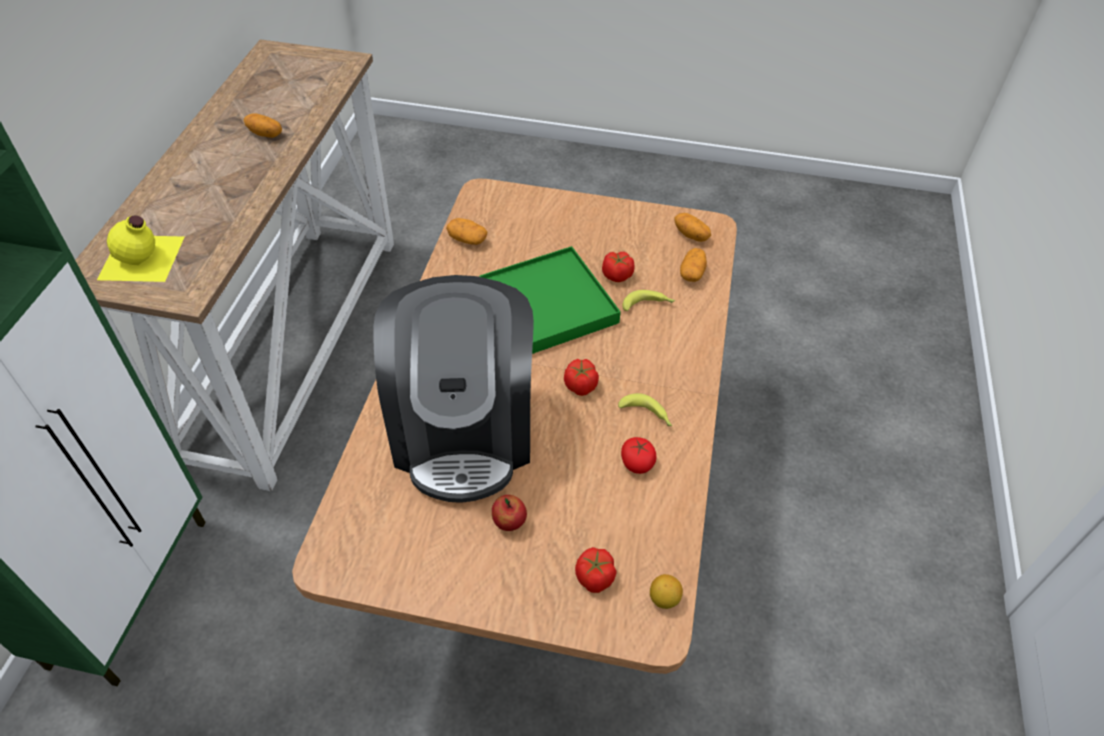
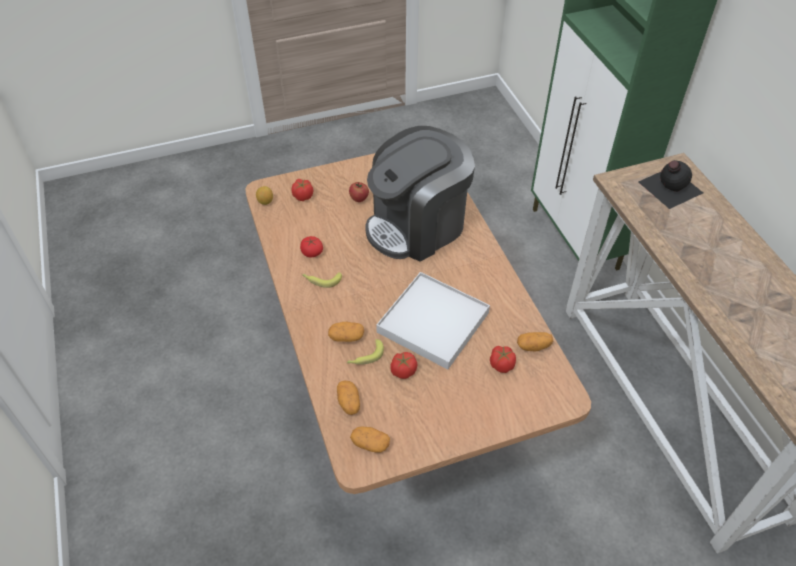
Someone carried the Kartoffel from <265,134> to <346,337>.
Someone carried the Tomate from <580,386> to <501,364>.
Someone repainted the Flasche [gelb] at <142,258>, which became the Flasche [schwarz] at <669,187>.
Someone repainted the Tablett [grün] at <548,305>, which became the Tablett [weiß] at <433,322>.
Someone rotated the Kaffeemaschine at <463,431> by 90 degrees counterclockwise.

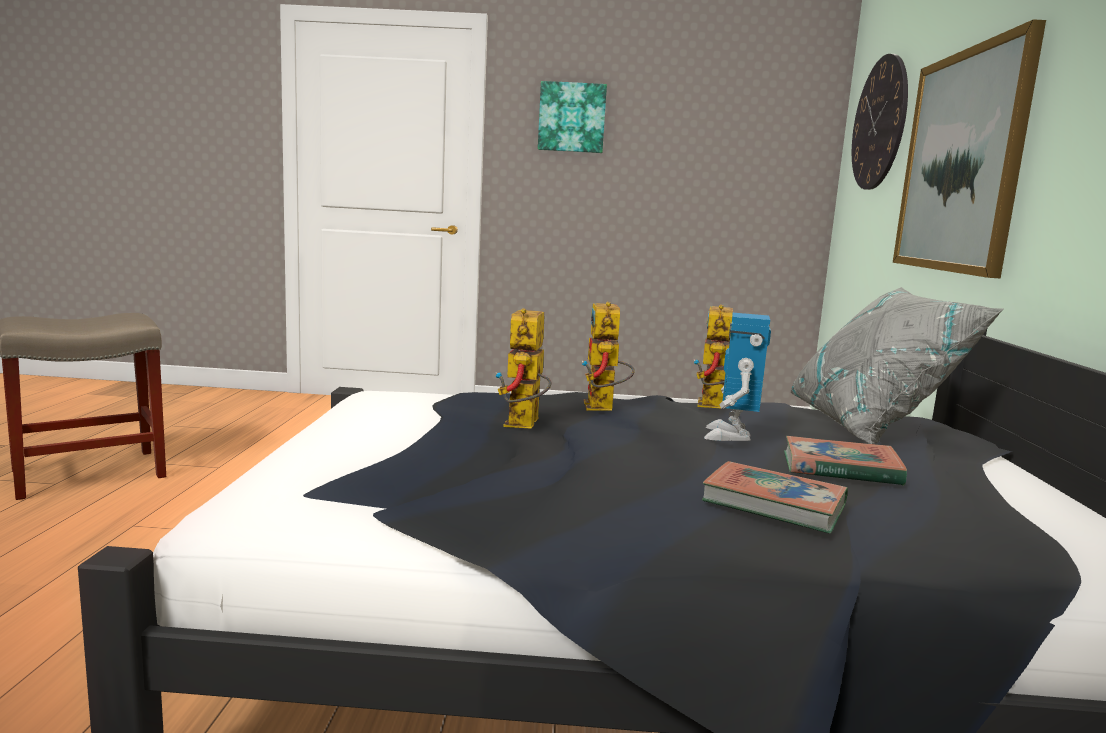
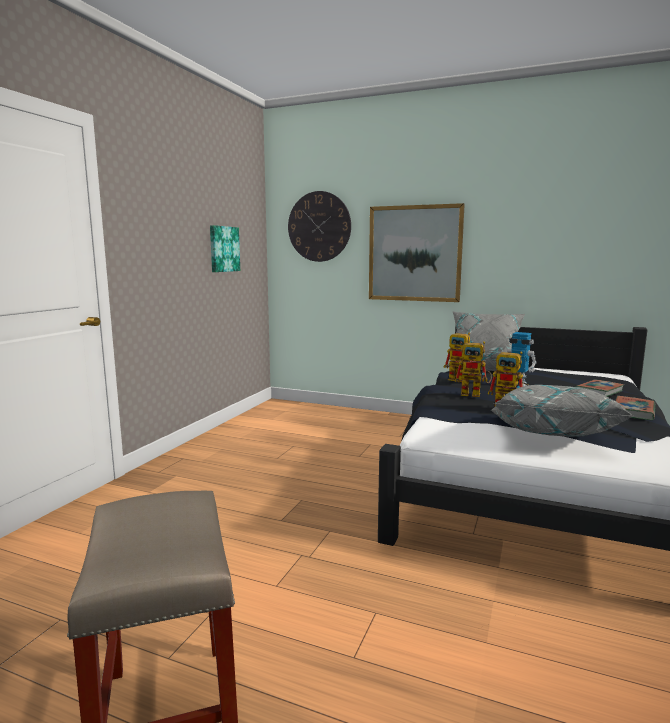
Someone put down the Kissen [grau] at <549,436>.
Someone carried the Bild from <572,117> to <223,249>.
Someone carried the Buch from <840,468> to <634,412>.

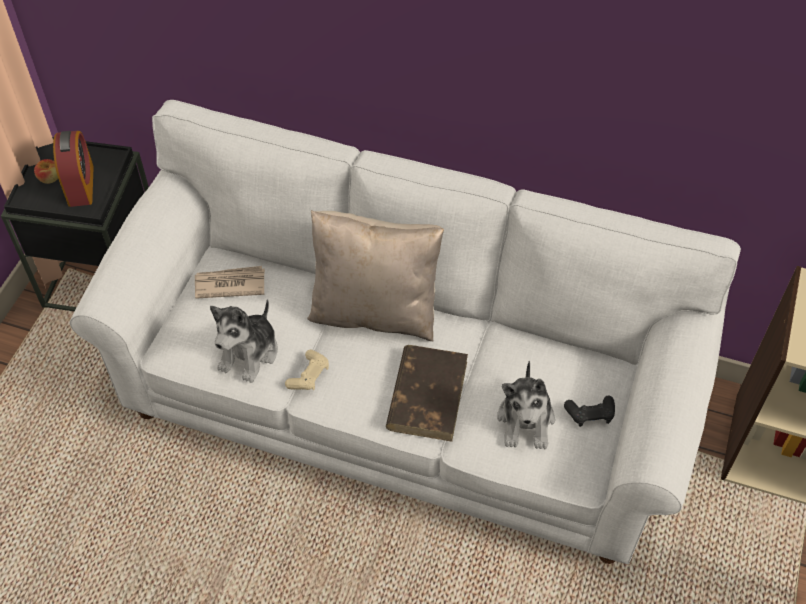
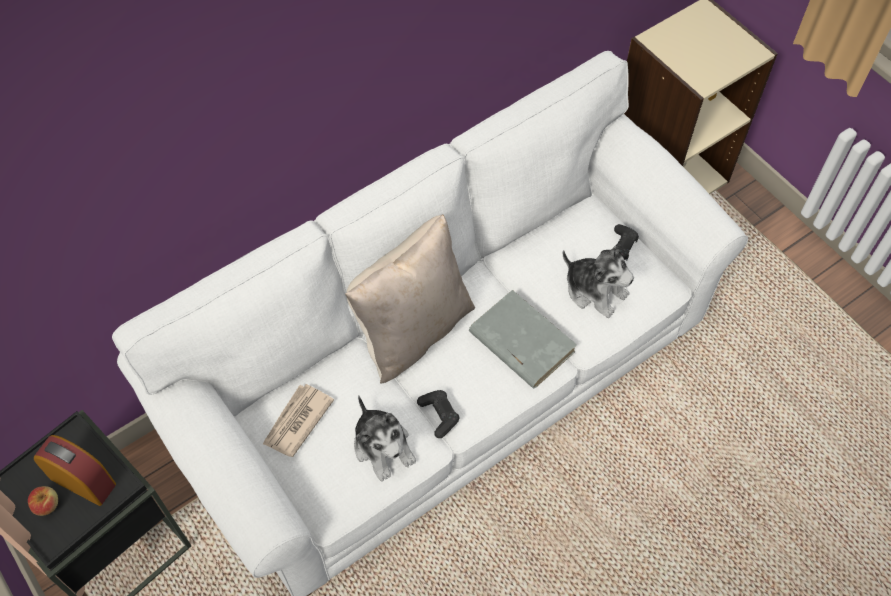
Someone repainted the Gamepad [beige] at <309,375>, which became the Gamepad [schwarz] at <439,415>.
Someone repainted the Buch [braun] at <427,394>, which became the Buch [grau] at <521,341>.

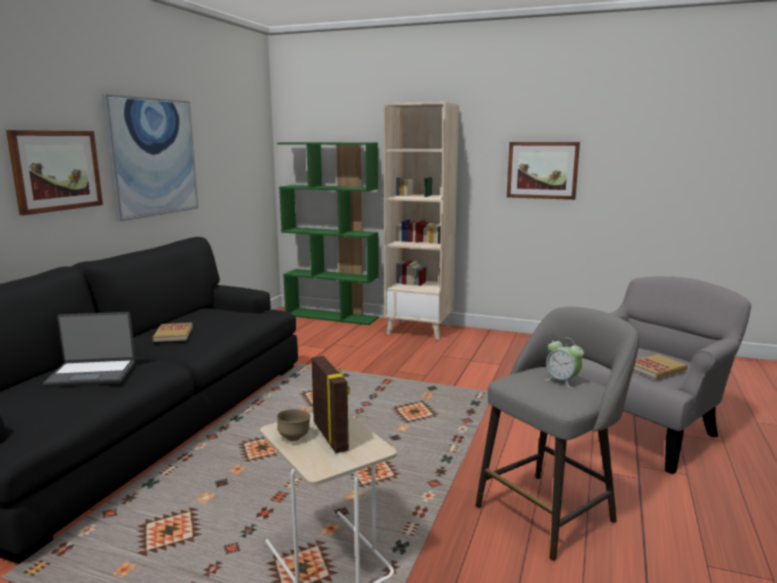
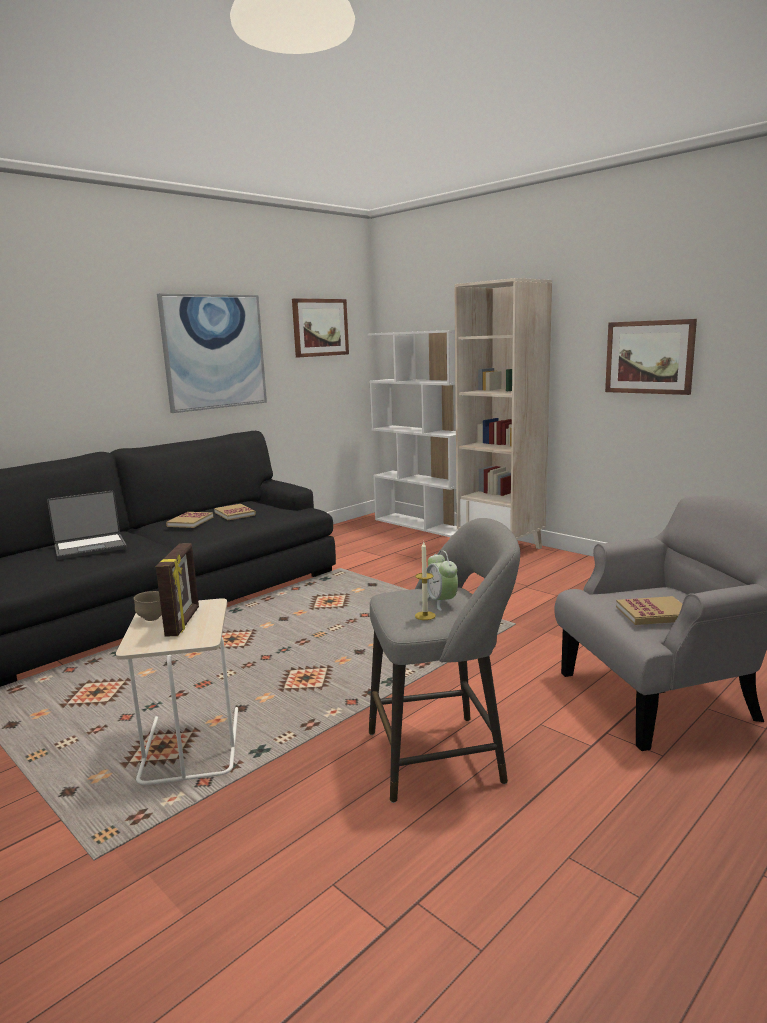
Someone put down the Buch at <235,514>.
Someone put down the Kerze at <425,616>.
Someone carried the Bild from <56,170> to <320,327>.
Someone repainted the Bücherregal [grün] at <332,316>, which became the Bücherregal [weiß] at <421,525>.
Someone rotated the Laptop at <92,374> by 45 degrees counterclockwise.

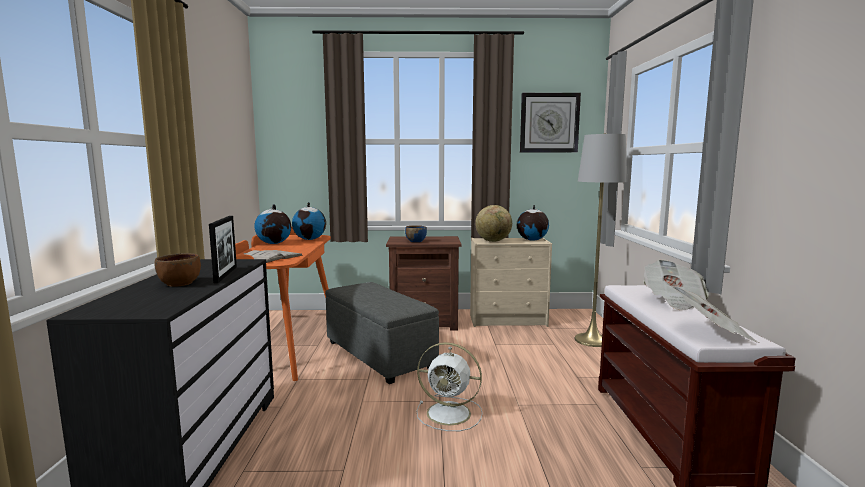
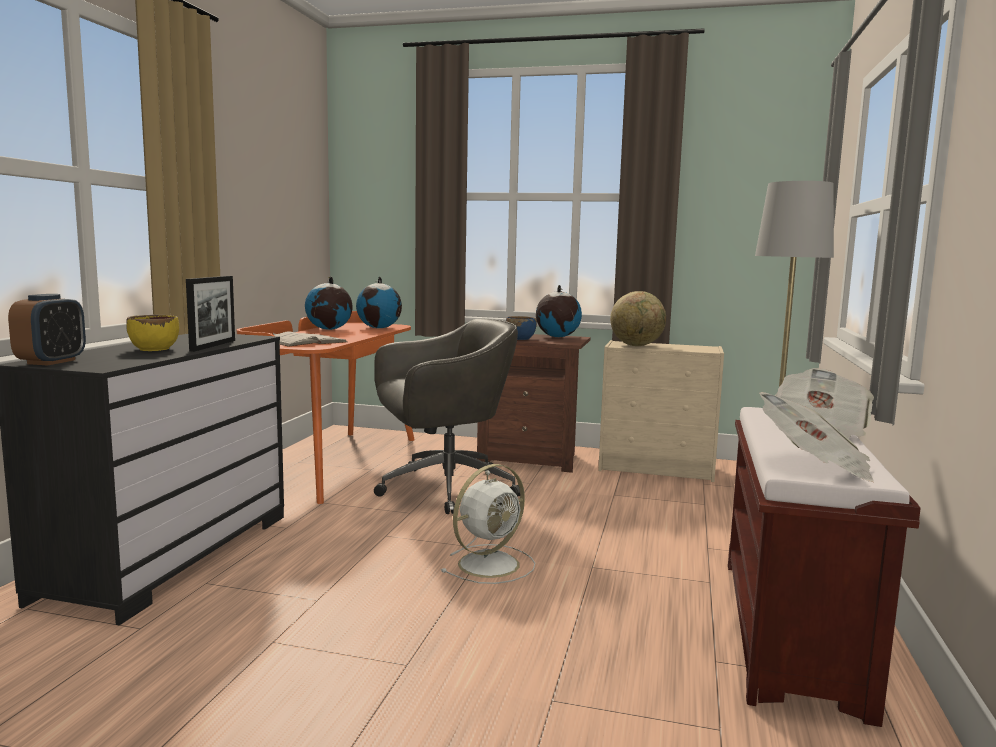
Someone took away the Wanduhr at <549,123>.
Someone put down the Wecker at <51,362>.
Someone carried the Globus from <532,240> to <557,337>.
Someone swapped the Polsterhocker [grau] at <379,355> for the Bürostuhl [grau] at <443,489>.
Someone repainted the Schüssel [braun] at <180,283>, which became the Schüssel [gelb] at <154,349>.
Someone rotated the Ventilator [weiß] at <450,413> by 75 degrees counterclockwise.

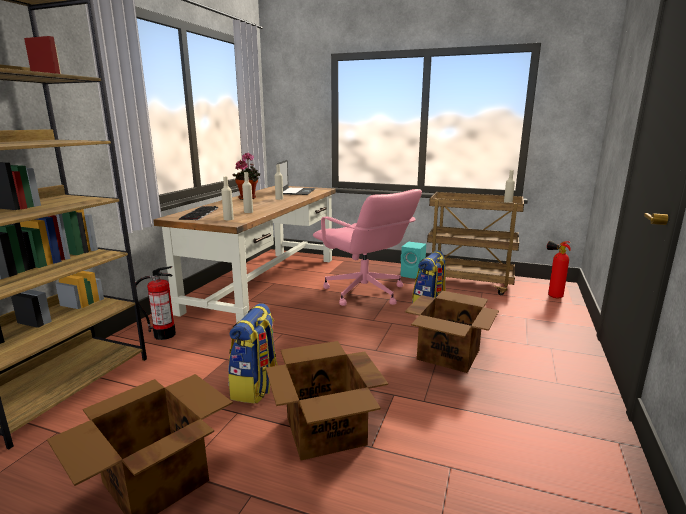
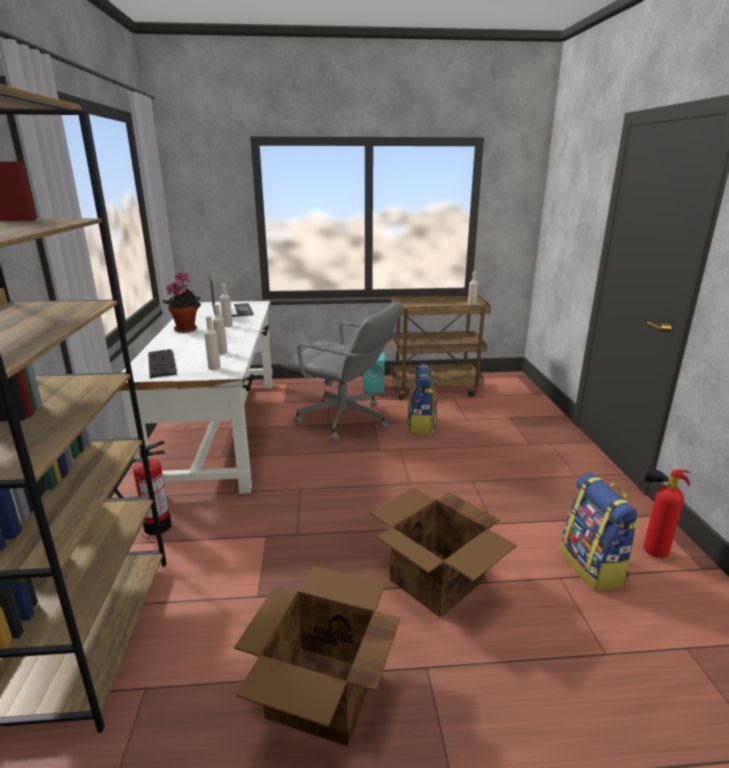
Someone took away the Karton at <449,354>.
Someone carried the Rucksack from <256,387> to <593,567>.
Someone carried the Feuerlöscher from <552,296> to <648,550>.
Someone repainted the Schreibtisch [braun] at <265,283>, which became the Schreibtisch [weiß] at <220,429>.
Someone repainted the Bürostuhl [rosa] at <364,293>, which became the Bürostuhl [grau] at <344,420>.

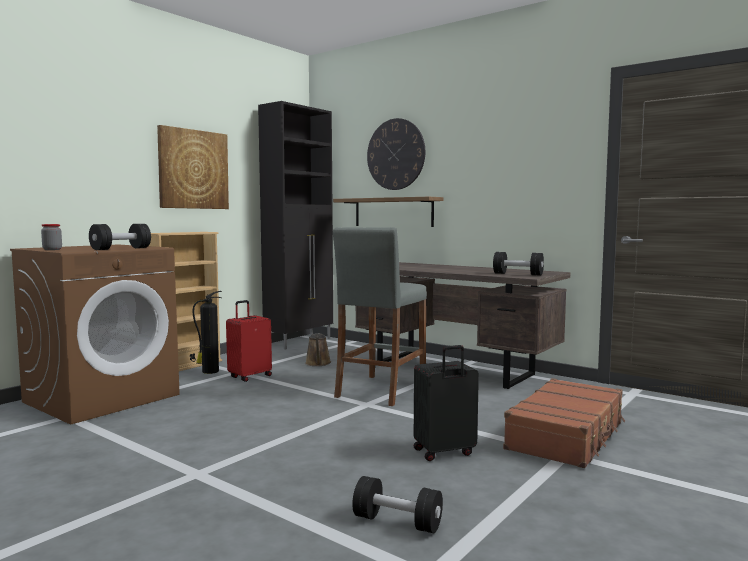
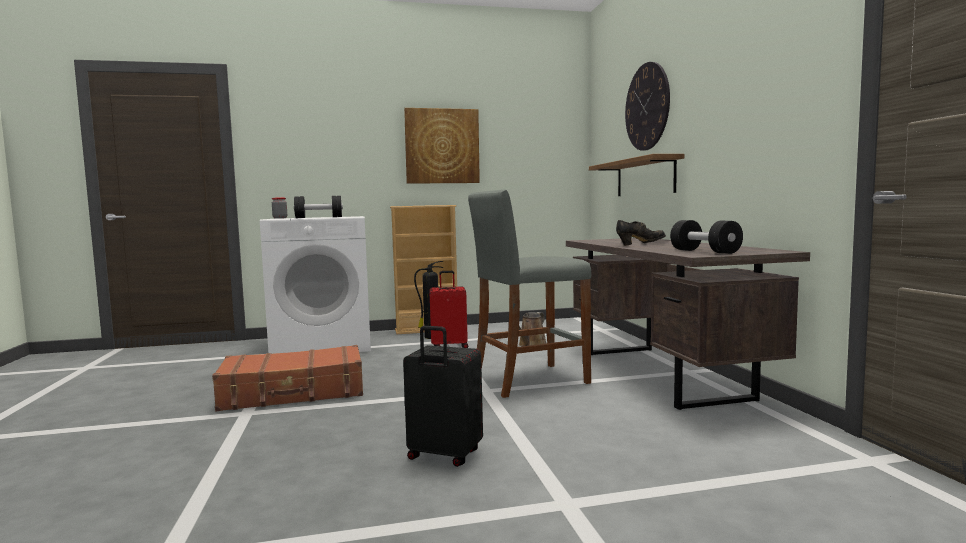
Someone took away the Schrank [schwarz] at <300,342>.
Someone took away the Hantel [schwarz] at <397,522>.
Someone put down the Schuh [schwarz] at <641,244>.
Someone carried the Koffer [braun] from <567,436> to <294,393>.
Someone repainted the Waschmaschine [braun] at <102,398>, which became the Waschmaschine [weiß] at <324,344>.

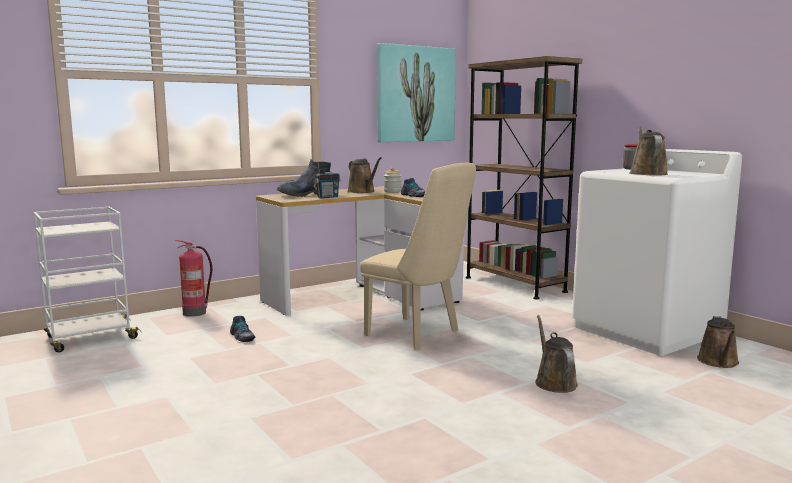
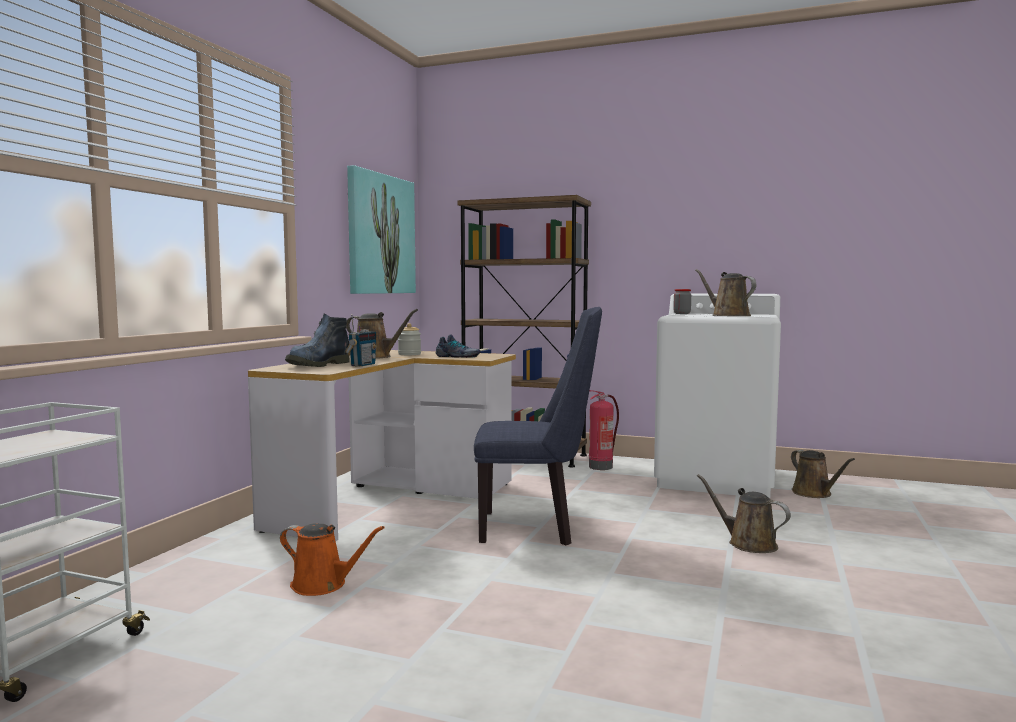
Someone carried the Feuerlöscher from <196,313> to <601,466>.
Someone swapped the Schuh at <242,337> for the Gießkanne [orange] at <323,585>.
Someone repainted the Stuhl [beige] at <419,334>, which became the Stuhl [blau] at <536,527>.

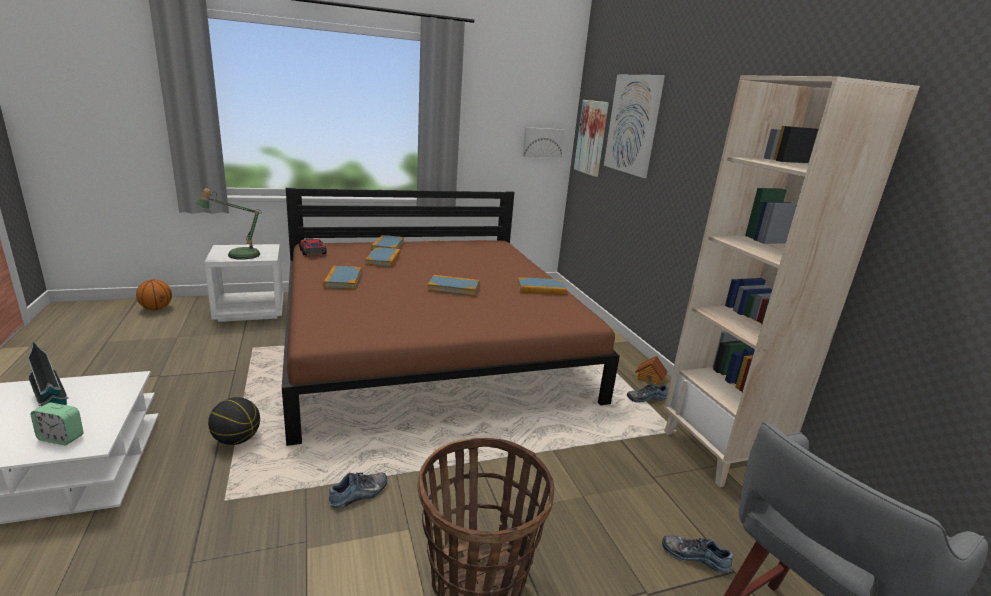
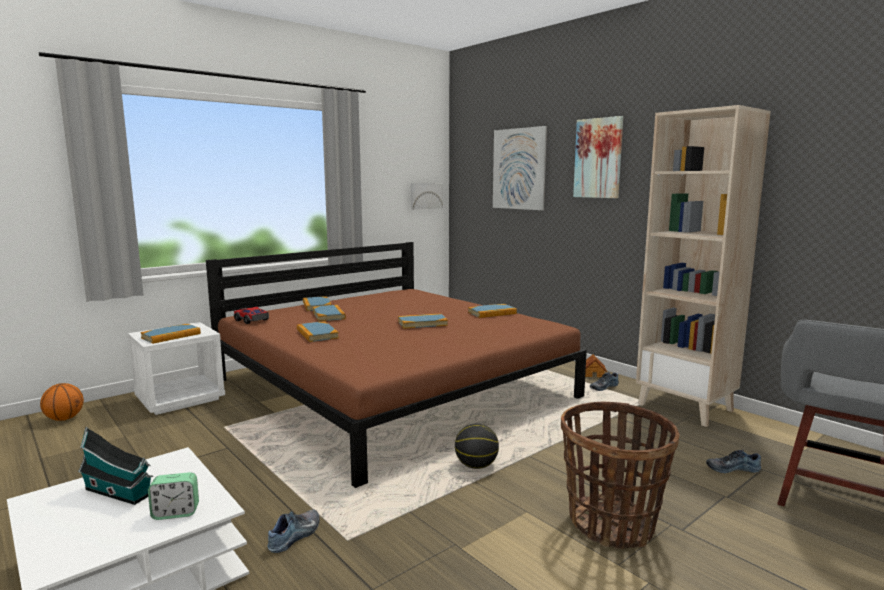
Someone carried the Basketball from <237,439> to <476,465>.
Someone carried the Schuh from <359,494> to <296,536>.
Someone carried the Bild from <592,137> to <598,158>.
Someone swapped the Tischlampe at <238,255> for the Buch at <171,336>.

